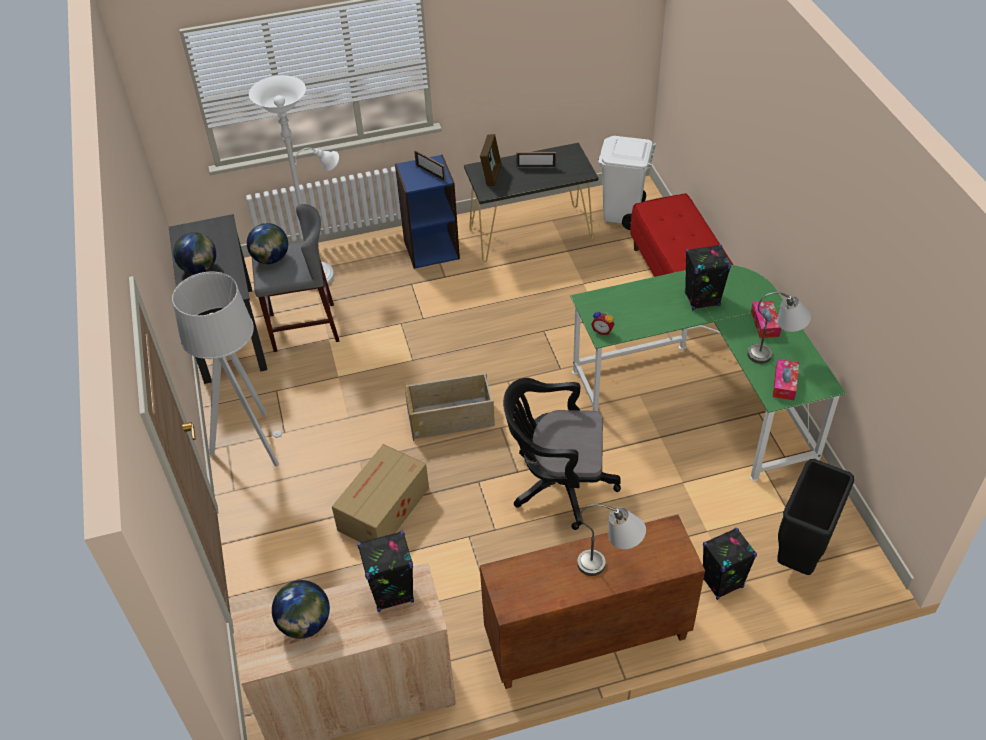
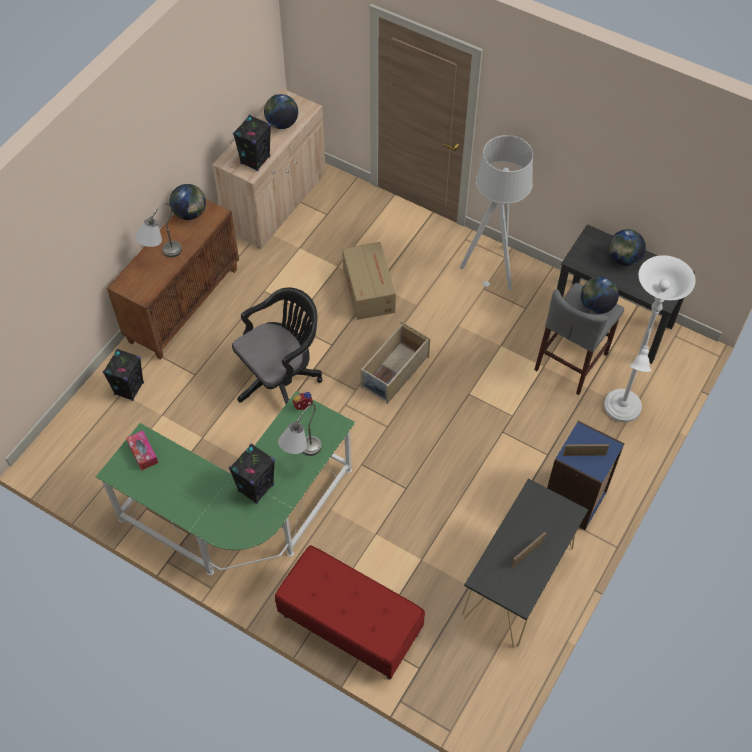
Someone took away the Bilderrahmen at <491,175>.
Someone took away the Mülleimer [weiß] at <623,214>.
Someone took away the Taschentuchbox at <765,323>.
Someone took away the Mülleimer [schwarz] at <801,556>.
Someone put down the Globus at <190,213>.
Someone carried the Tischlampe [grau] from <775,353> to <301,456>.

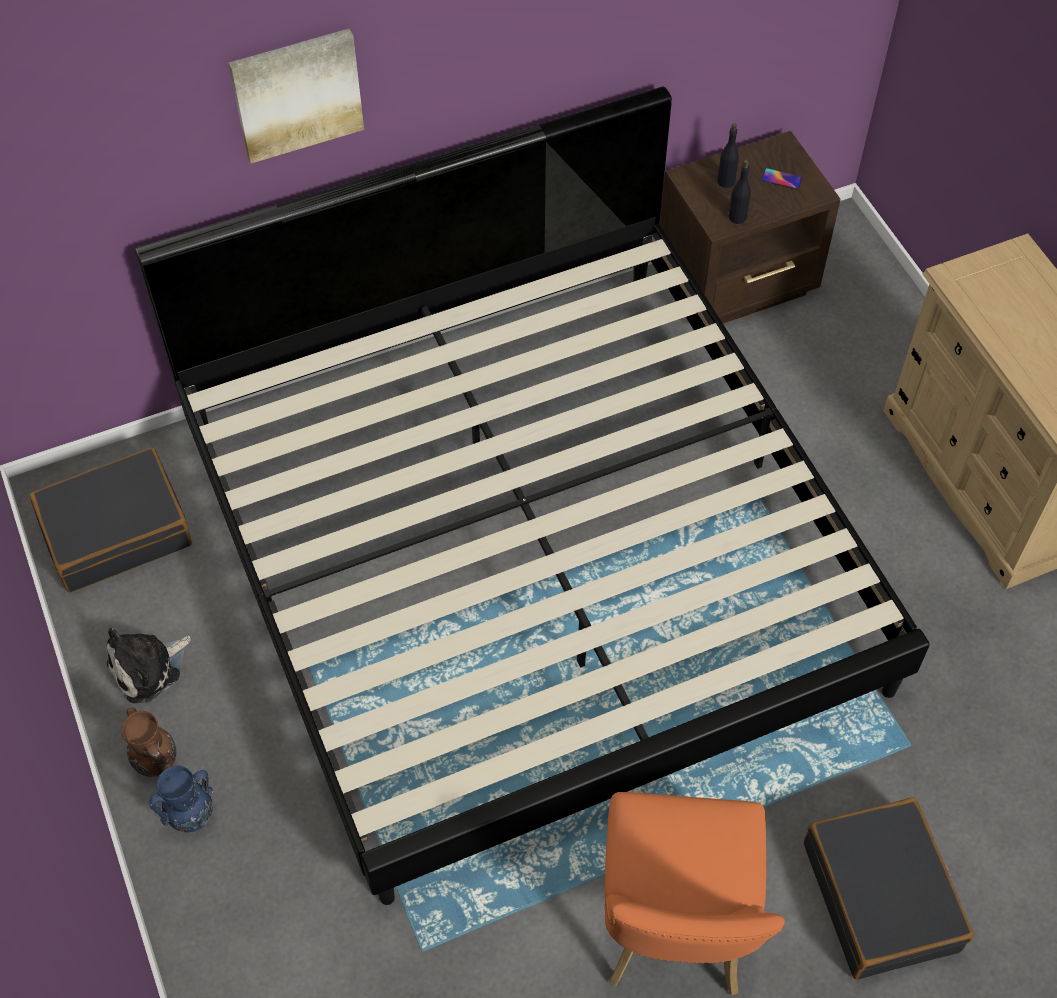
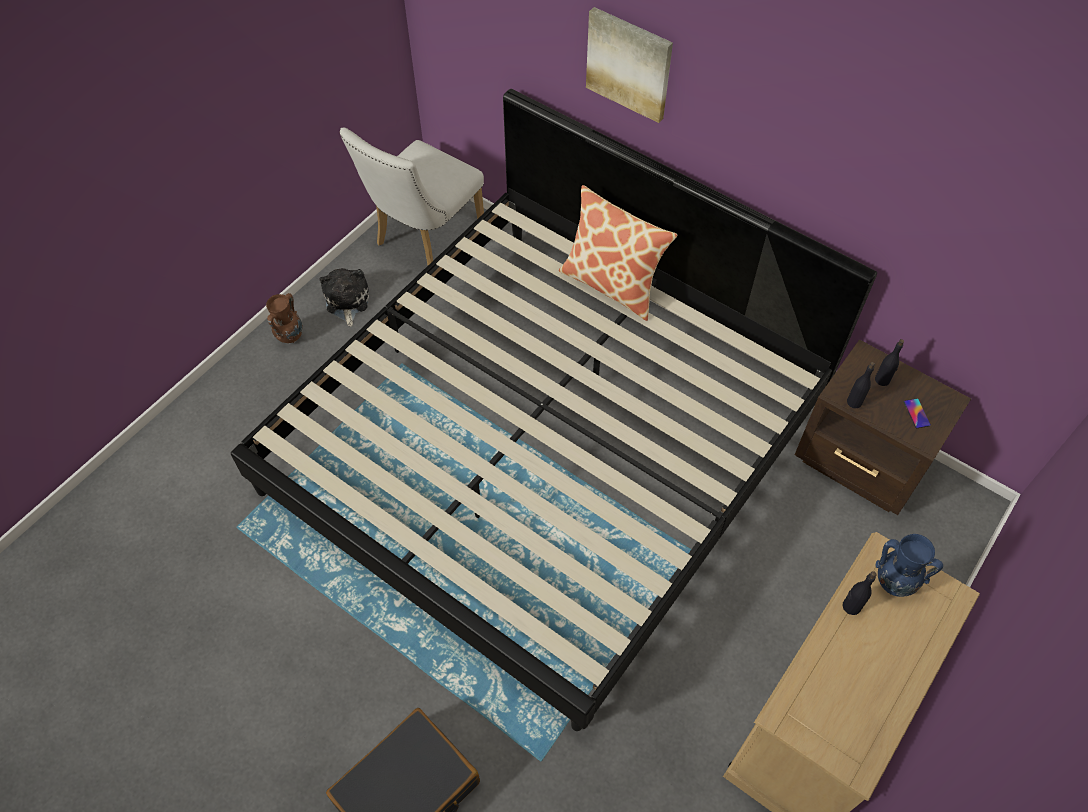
Someone took away the Stuhl [orange] at <674,932>.
Someone put down the Kissen at <612,284>.
Someone put down the Flasche [schwarz] at <851,606>.
Someone carried the Vase [blau] from <191,817> to <893,582>.
Someone swapped the Koffer [schwarz] at <116,531> for the Stuhl [weiß] at <424,239>.
Someone rotated the Plüschtier at <149,668> by 60 degrees clockwise.

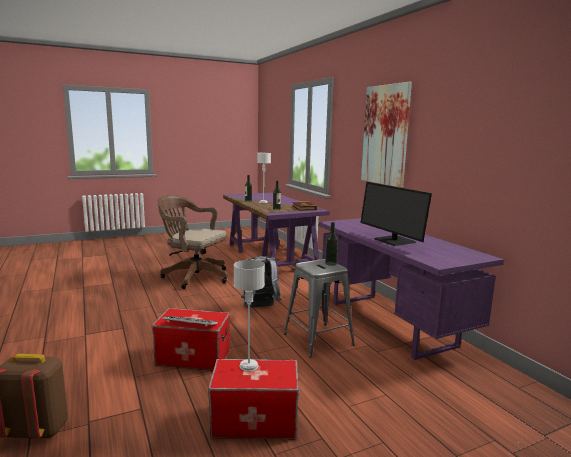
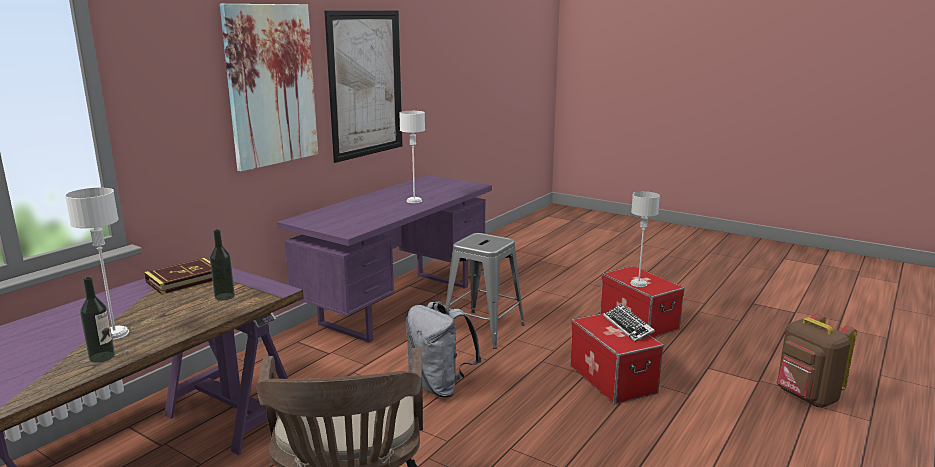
Someone took away the Flasche at <331,263>.
Someone put up the Bild at <366,84>.
Someone swapped the Monitor at <393,241> for the Tischlampe [weiß] at <414,201>.

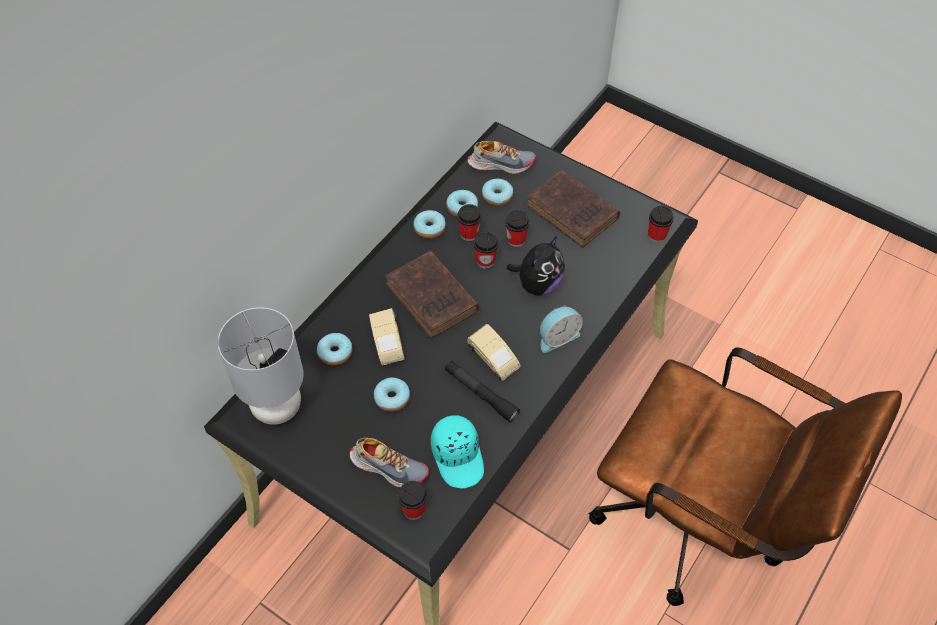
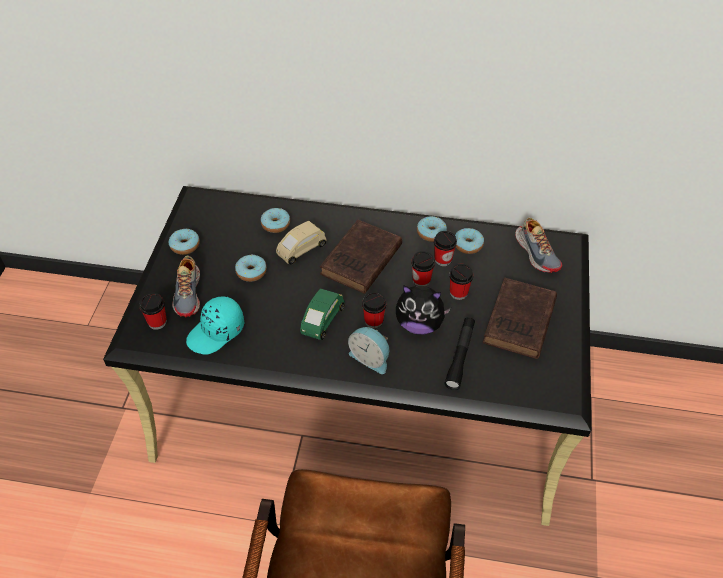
Someone took away the Tischlampe [grau] at <277,408>.
Someone carried the Taschenlampe [schwarz] from <481,394> to <460,356>.
Someone carried the Donut from <497,196> to <185,245>.
Someone carried the Tasse from <656,235> to <373,321>.
Someone repainted the Spielzeugauto [beige] at <492,359>, which became the Spielzeugauto [grün] at <321,321>.

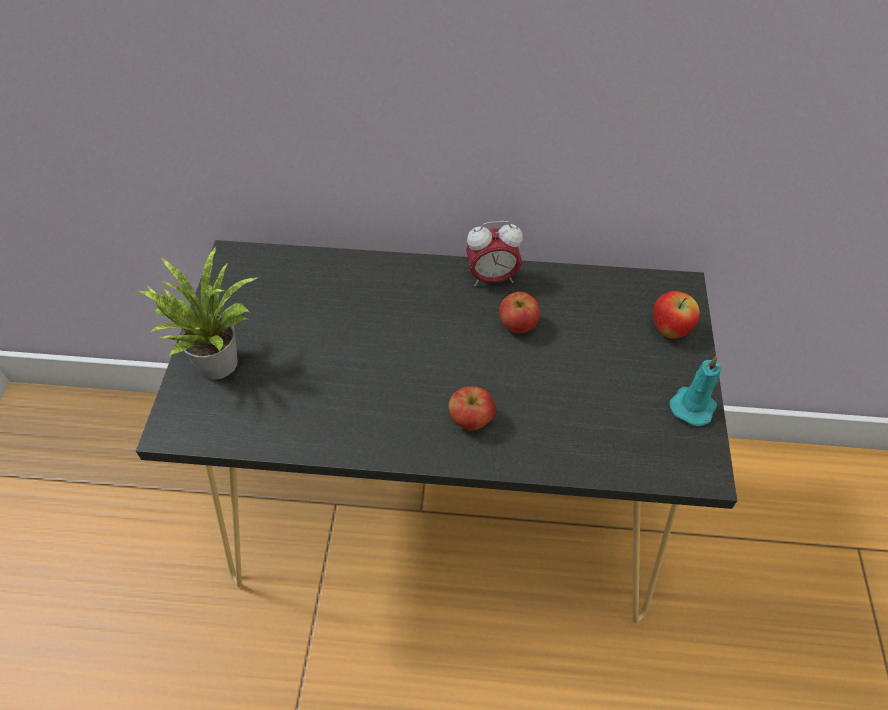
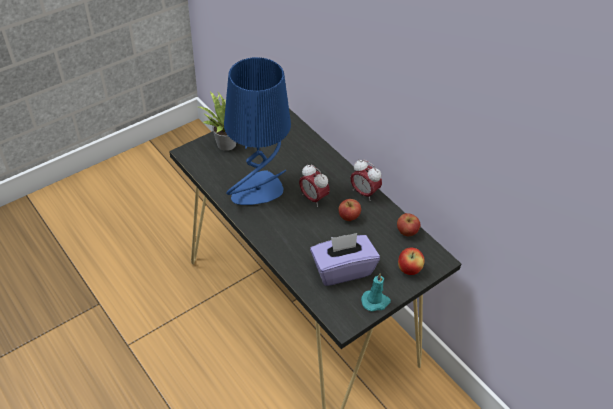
Someone put down the Tischlampe [blau] at <257,191>.
Someone put down the Wecker at <313,198>.
Someone put down the Taschentuchbox [lila] at <342,269>.
Someone carried the Apfel from <471,419> to <406,232>.

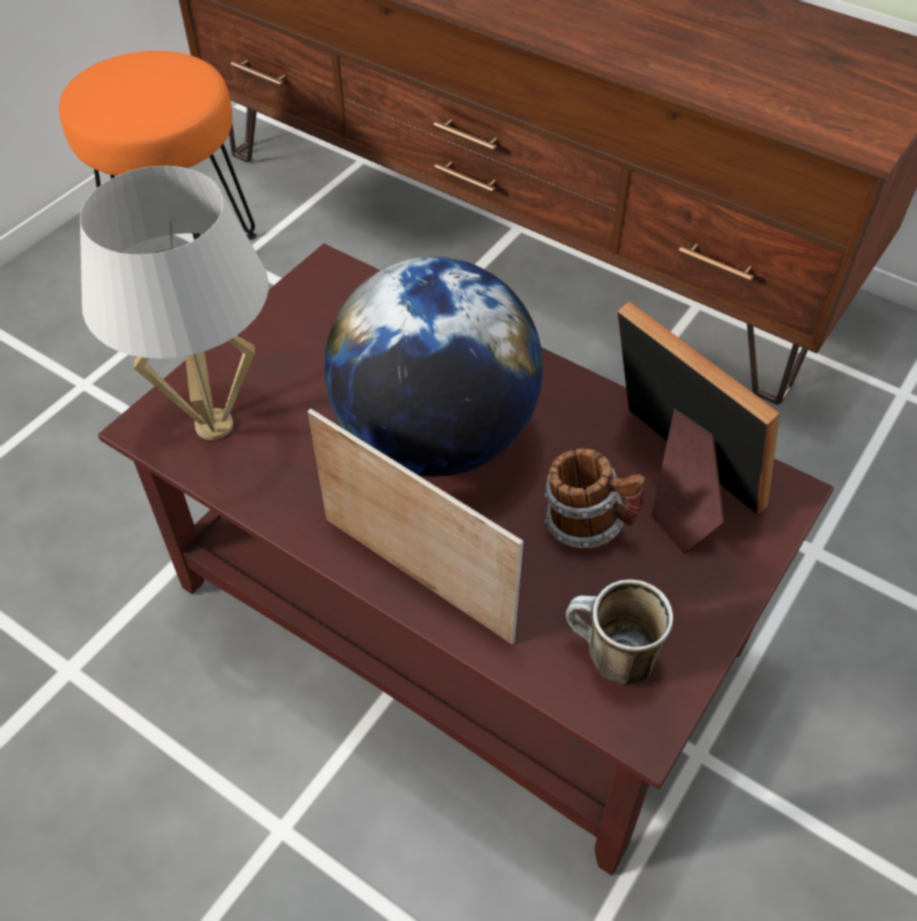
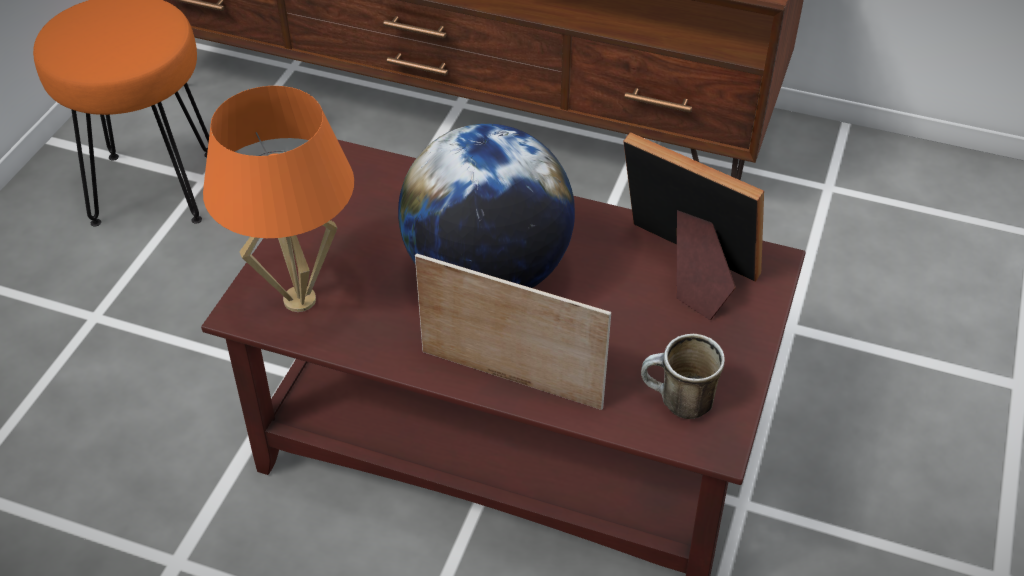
Someone took away the Henkelbecher at <588,526>.
Someone repainted the Tischlampe [weiß] at <214,426>, which became the Tischlampe [orange] at <300,300>.

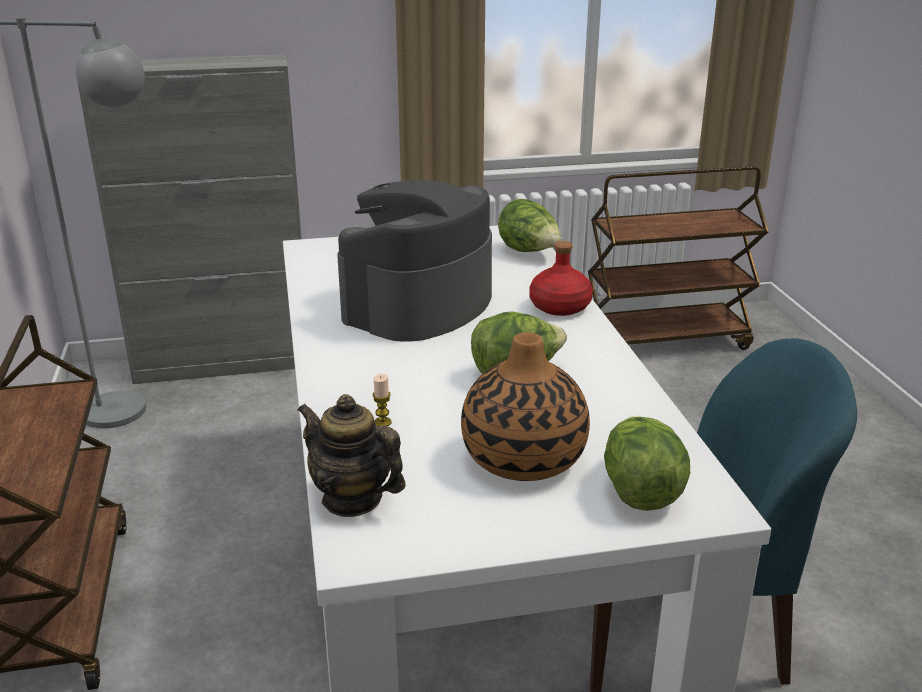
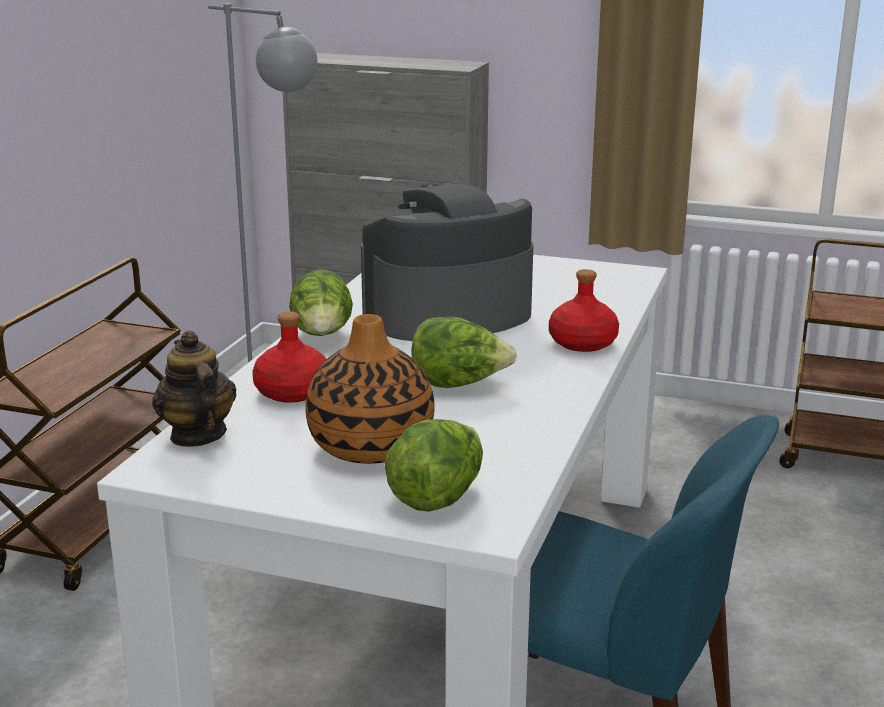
Someone carried the Salatkopf from <529,252> to <322,336>.
Someone swapped the Kerze at <382,422> for the Flasche [rot] at <293,391>.

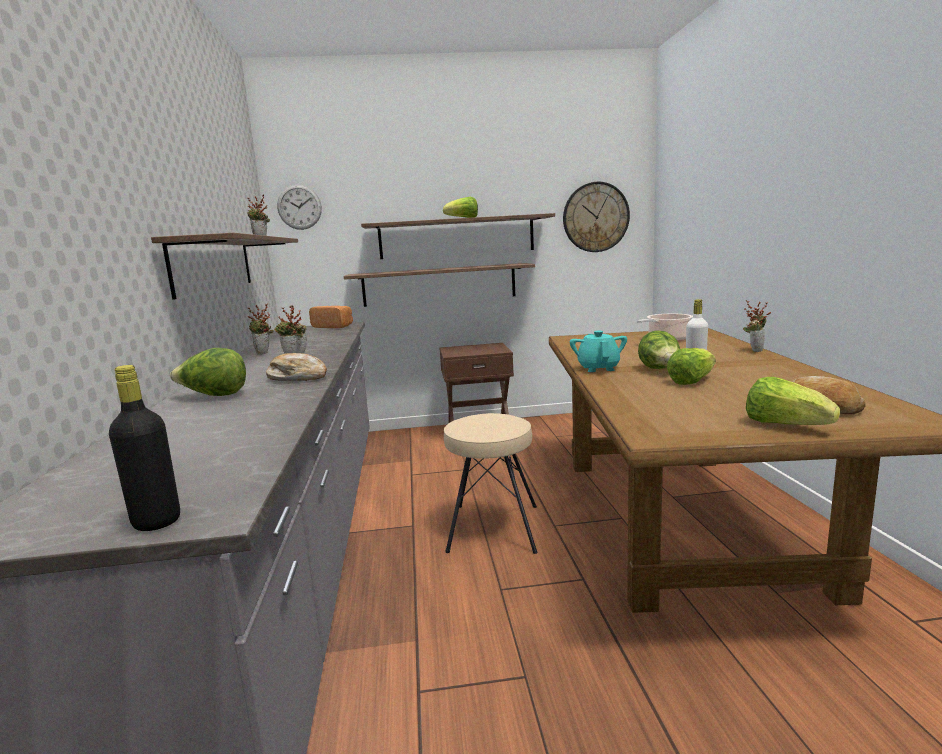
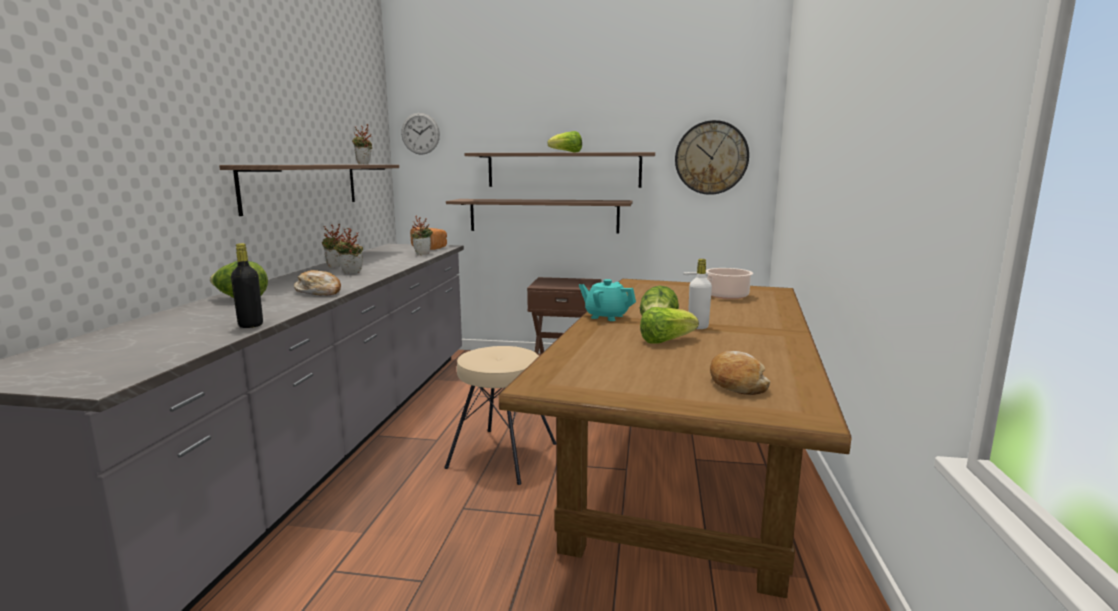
Someone took away the Salatkopf at <784,425>.
Someone carried the Flasche [schwarz] from <157,521> to <251,325>.
Someone carried the Topfpflanze from <754,350> to <422,254>.
Someone rotated the Teekanne [türkis] at <598,368> by 75 degrees counterclockwise.

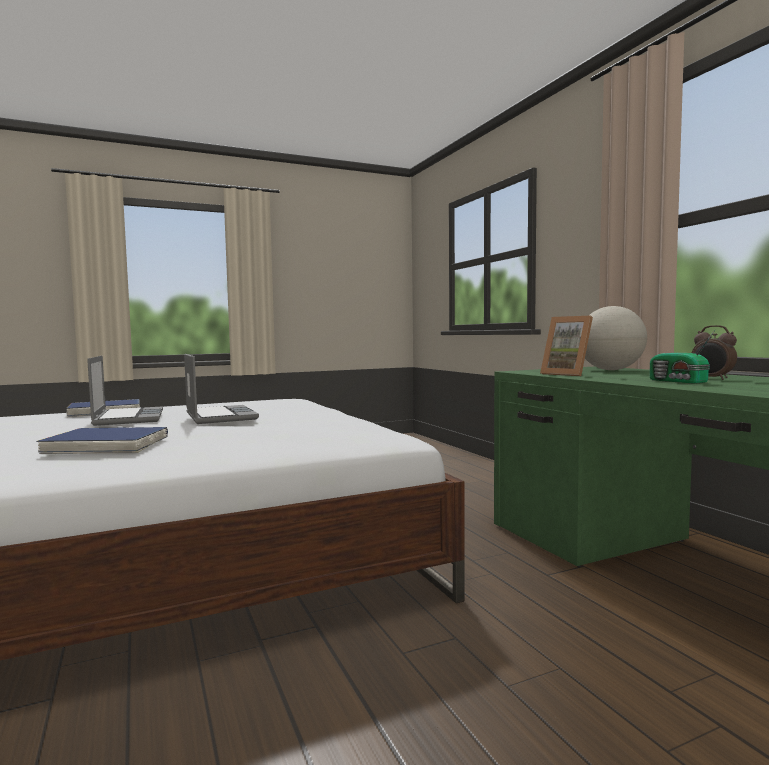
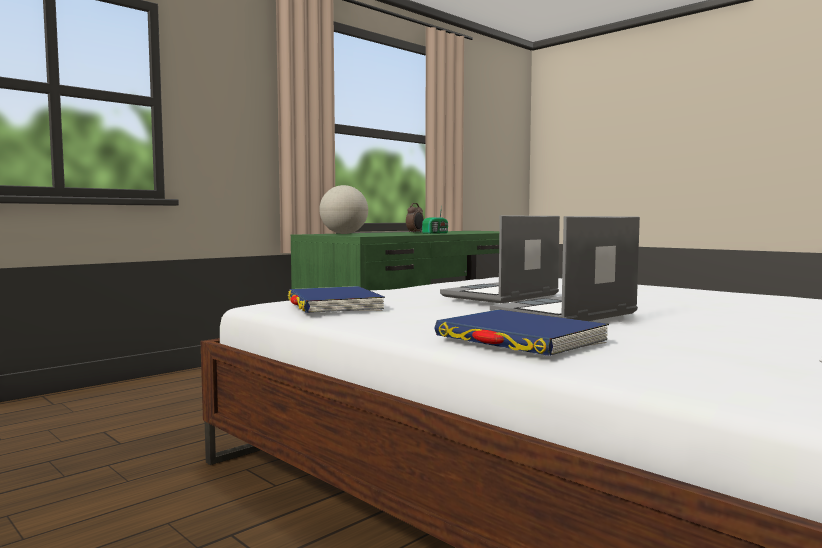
Someone took away the Bilderrahmen at <568,374>.
Someone carried the Buch [blau] from <107,445> to <334,305>.

